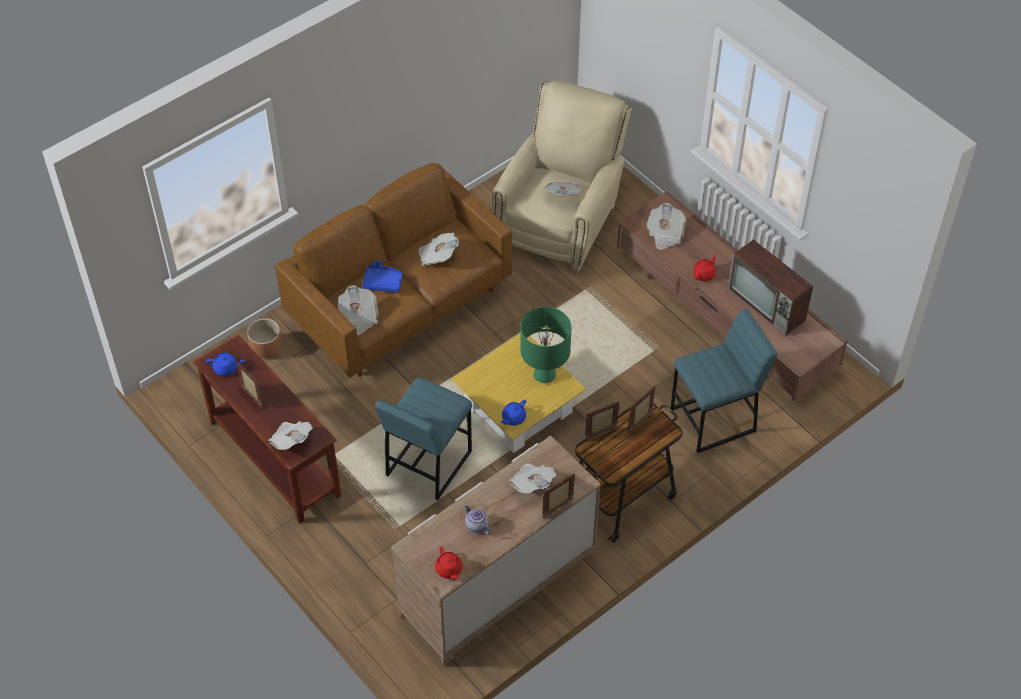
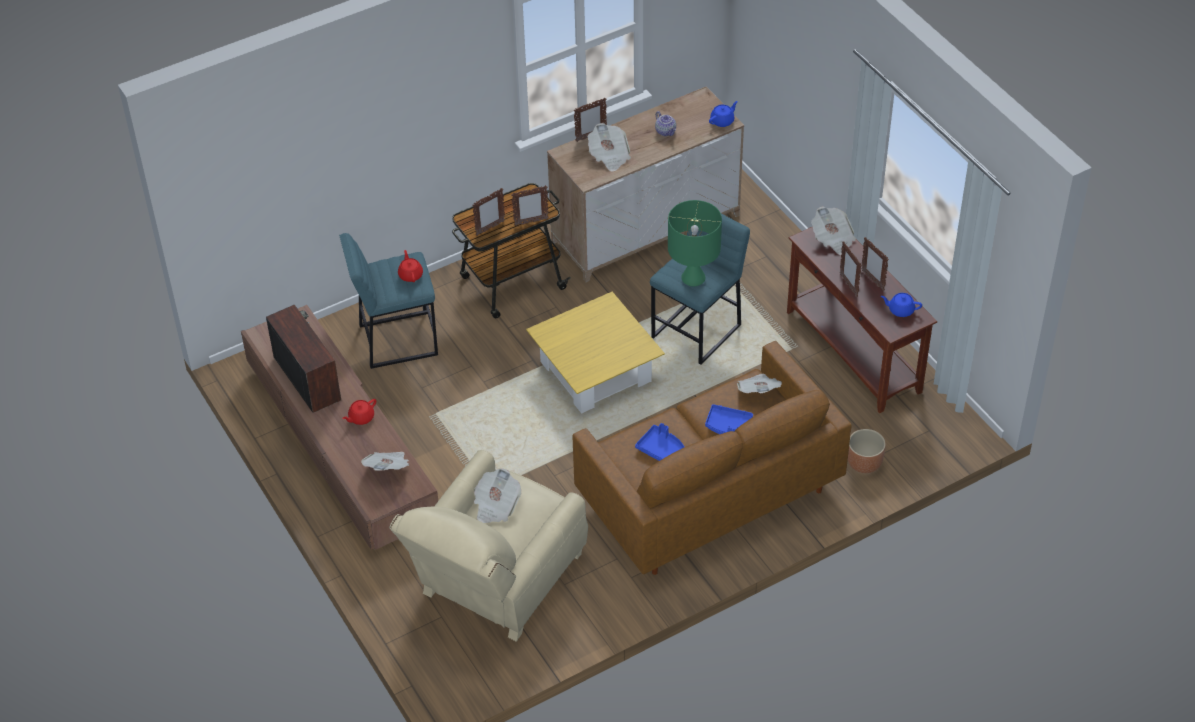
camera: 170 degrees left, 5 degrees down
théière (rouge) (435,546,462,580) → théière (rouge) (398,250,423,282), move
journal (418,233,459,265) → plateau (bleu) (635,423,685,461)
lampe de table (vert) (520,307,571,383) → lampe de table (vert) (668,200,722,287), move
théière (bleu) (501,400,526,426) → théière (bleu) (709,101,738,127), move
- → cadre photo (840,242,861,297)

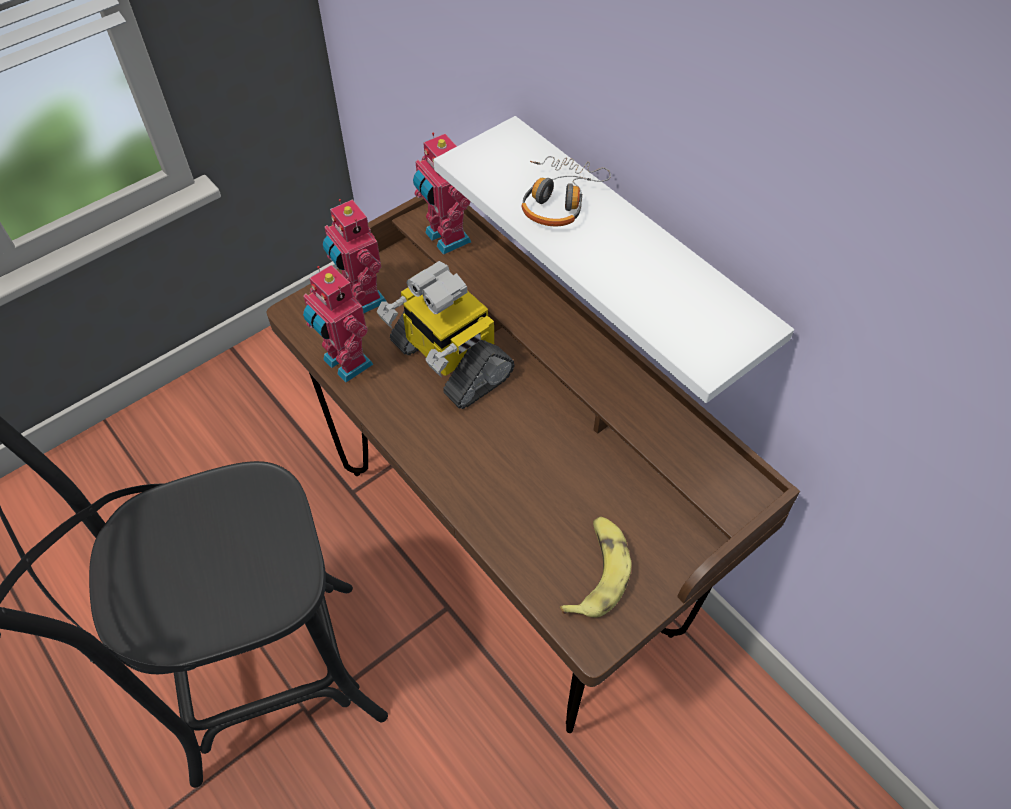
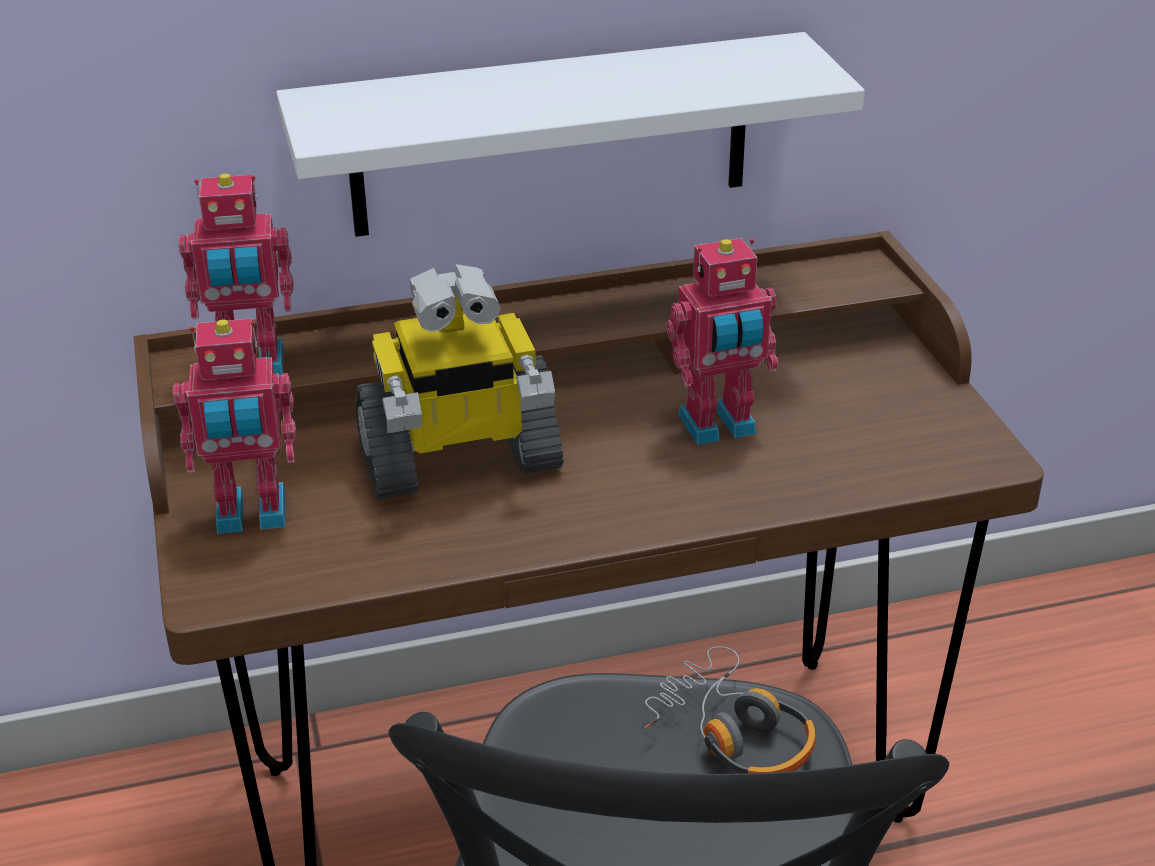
camera: 65 degrees left, 20 degrees down
casque audio (521,156,611,226) → casque audio (644,646,816,774), move
robot jouet (303,265,374,383) → robot jouet (666,238,778,445), move
banane (560,516,631,618) → -

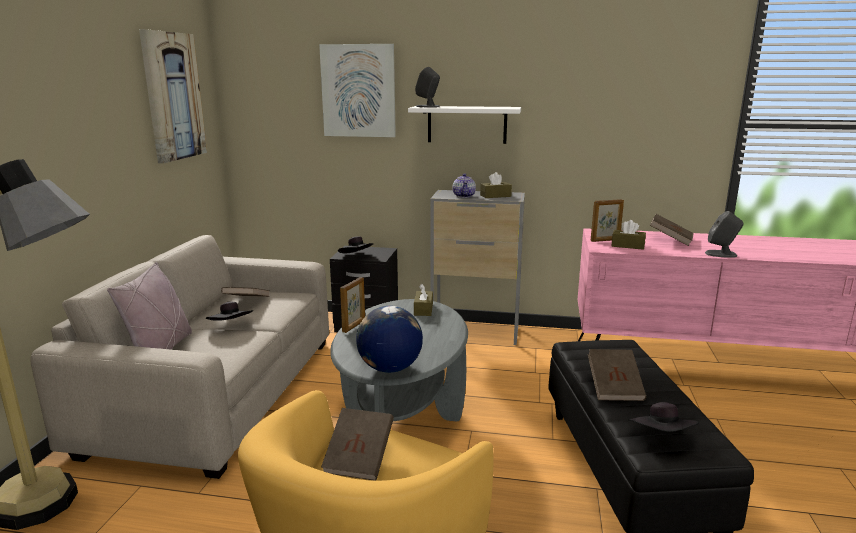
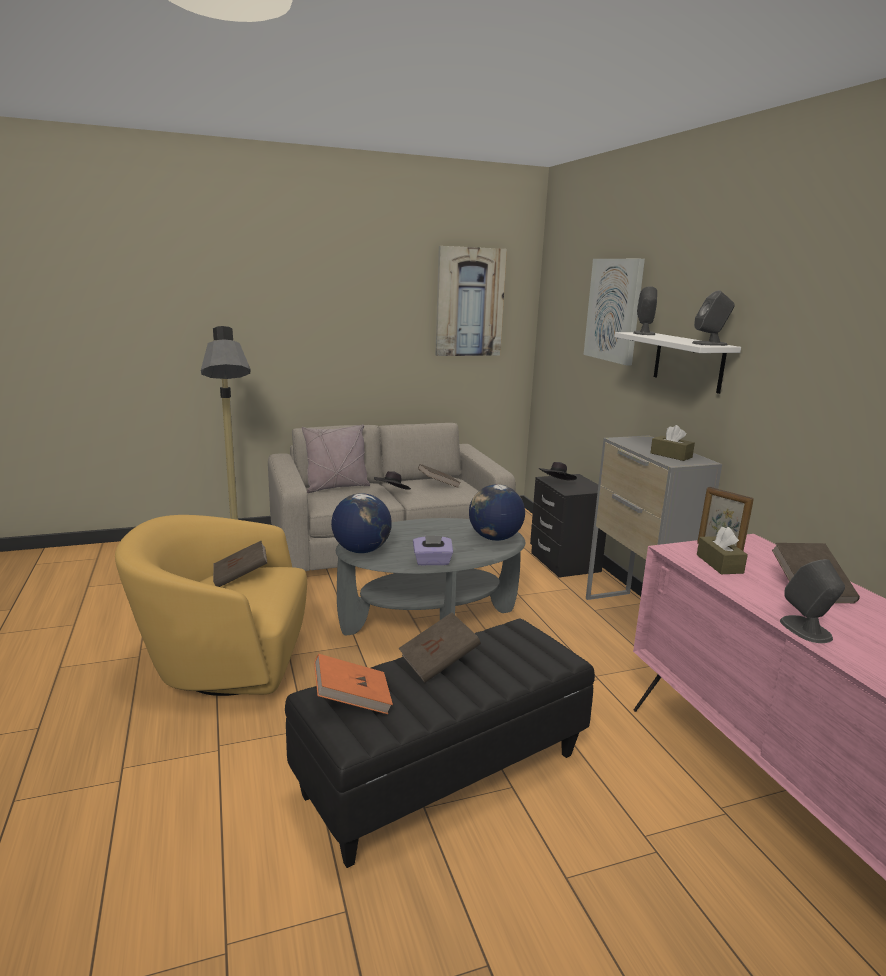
camera: 60 degrees right, 0 degrees up
chapeau (noir) (629,402,699,432) → livre (orange) (314,654,393,714)
- → boîte à mouchoirs (violet) (413,535,453,565)
boîte à mouchoirs (marron) (414,284,433,316) → globe (469,484,525,541)
- → enceinte (gris) (692,290,735,346)
cadre photo (340,277,365,333) → -
théière (452,173,476,198) → -

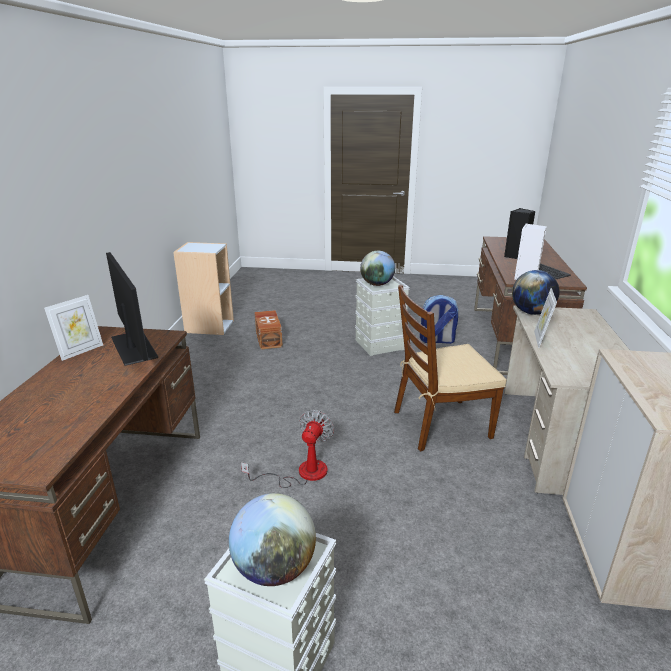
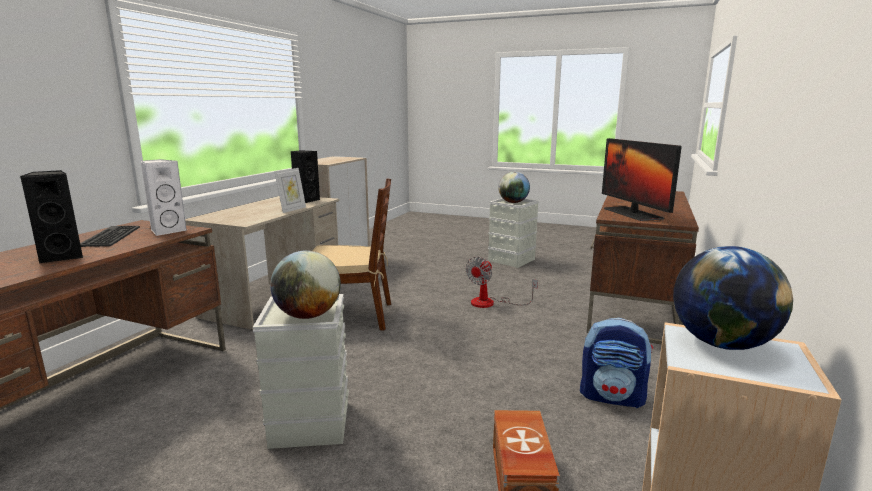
camera: 165 degrees left, 10 degrees down
- → enceinte (noir) (291,150,320,203)
sac à dos (420,295,458,344) → sac à dos (580,318,653,408), move
globe (512,270,560,315) → globe (673,246,793,350), move
cadre photo (44,295,103,361) → -

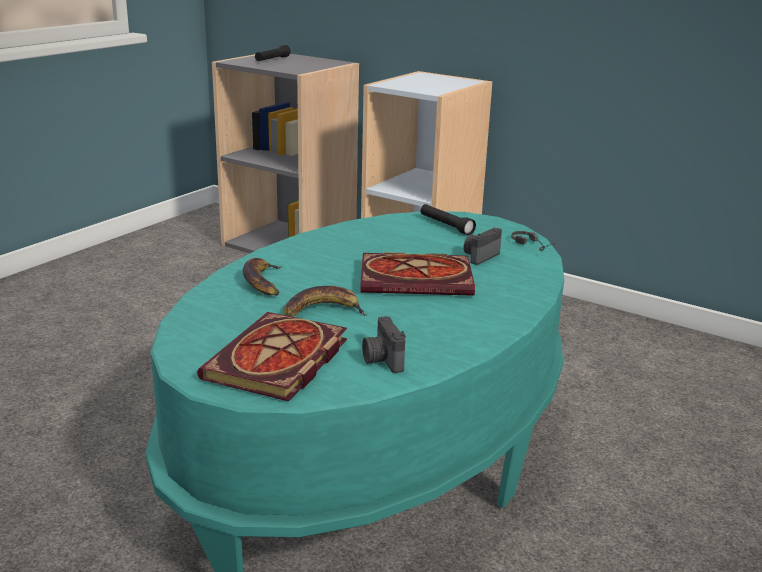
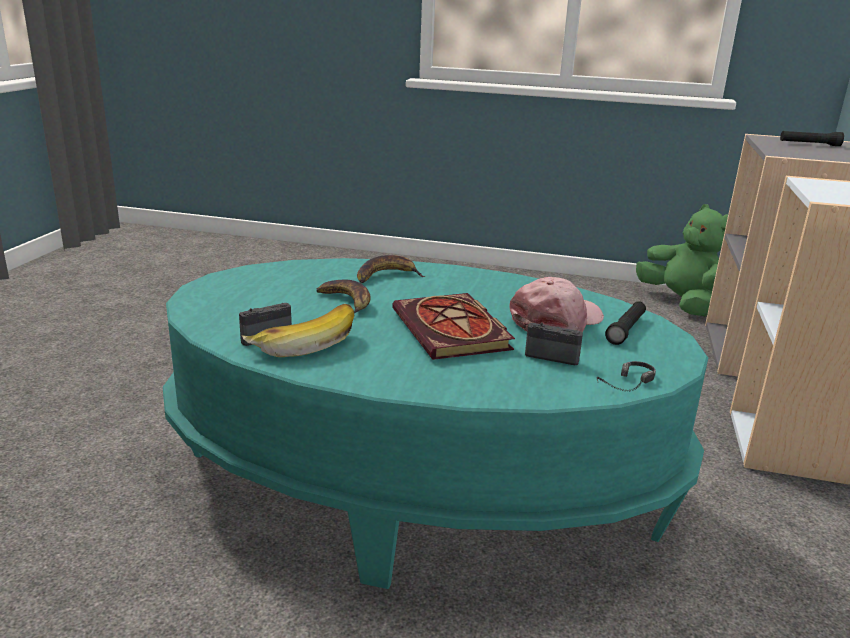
camera: 70 degrees right, 0 degrees up
- → banane (242,304,354,357)
- → casquette (rose) (509,277,604,332)
- → peluche (vert) (636,204,728,316)
livre (197,312,347,401) → -

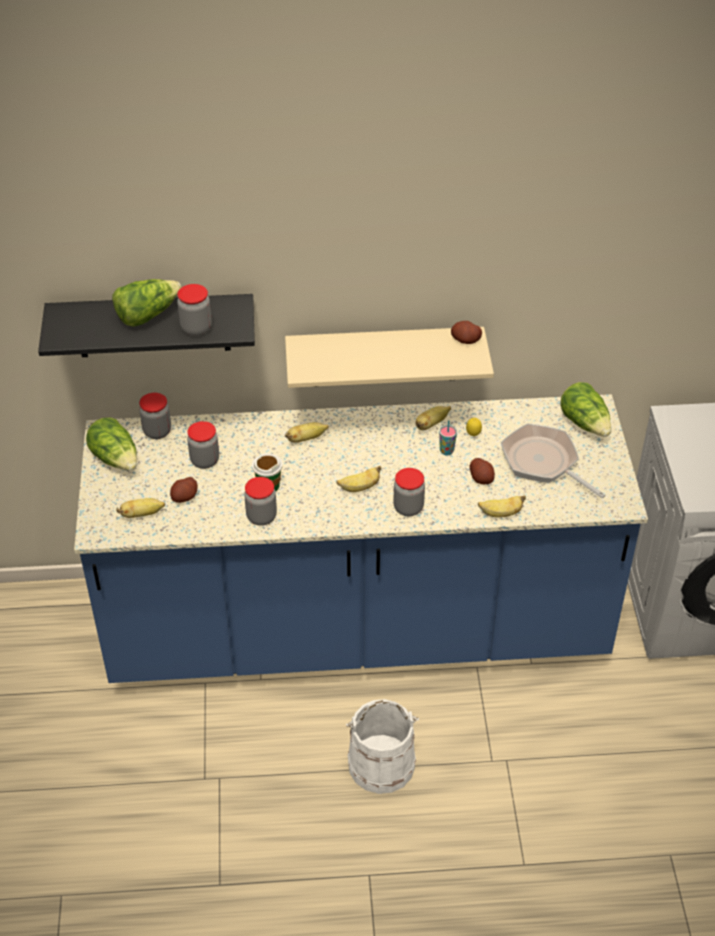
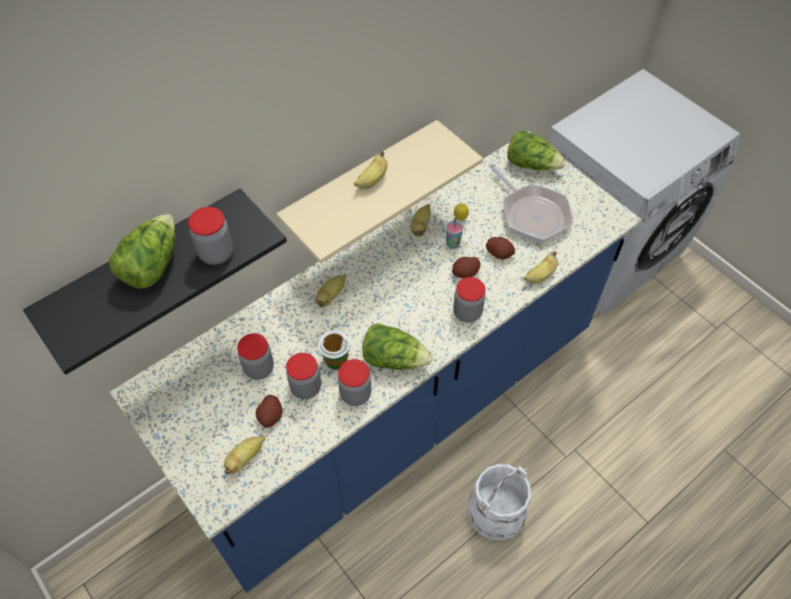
camera: 35 degrees left, 10 degrees up
bocal (139,393,171,439) → bocal (286,353,321,399), move
banane (336,466,381,492) → banane (354,151,387,189), move
laitue (86,418,137,471) → laitue (362,323,433,370), move
pomme de terre (451,321,482,344) → pomme de terre (452,257,480,278), move
poêle (501,423,605,498) → poêle (489,164,573,243), 135 degrees counterclockwise

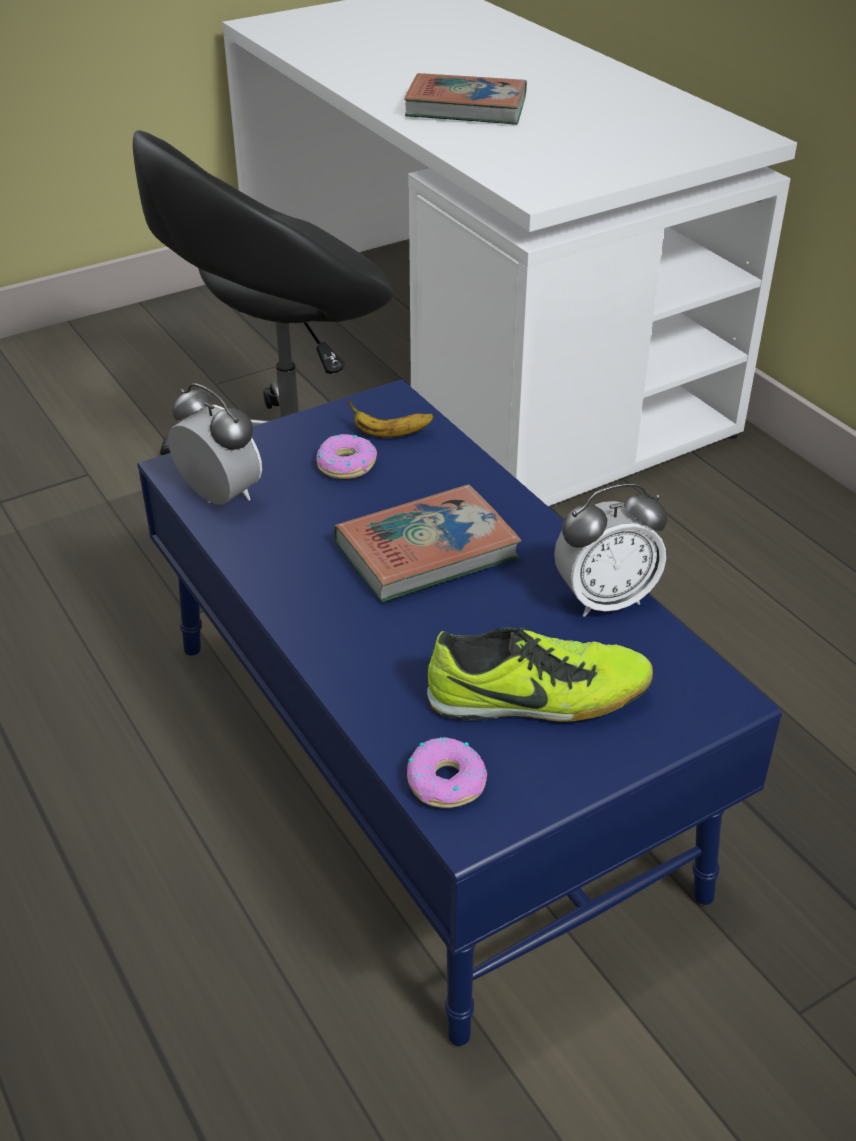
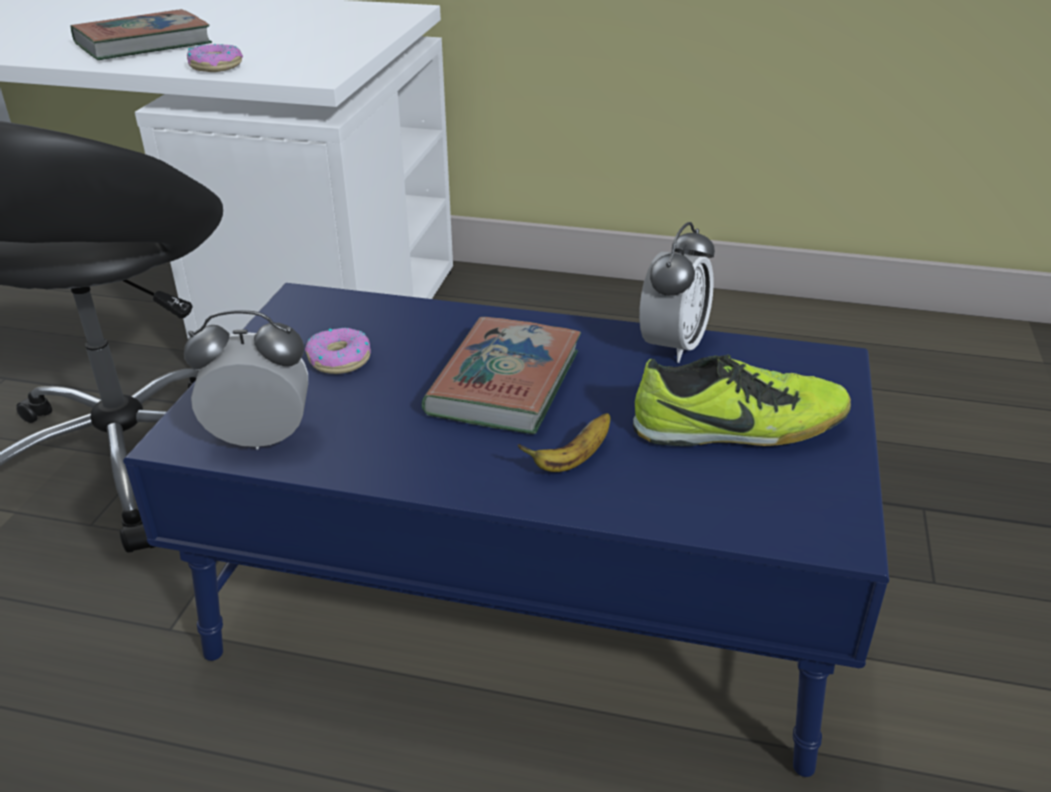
camera: 45 degrees left, 5 degrees down
beignet (407,737,487,808) → beignet (187,44,243,72), move
banane (347,400,434,438) → banane (518,413,610,472), move
chaussure (427,627,653,722) → chaussure (633,354,851,446), 45 degrees clockwise

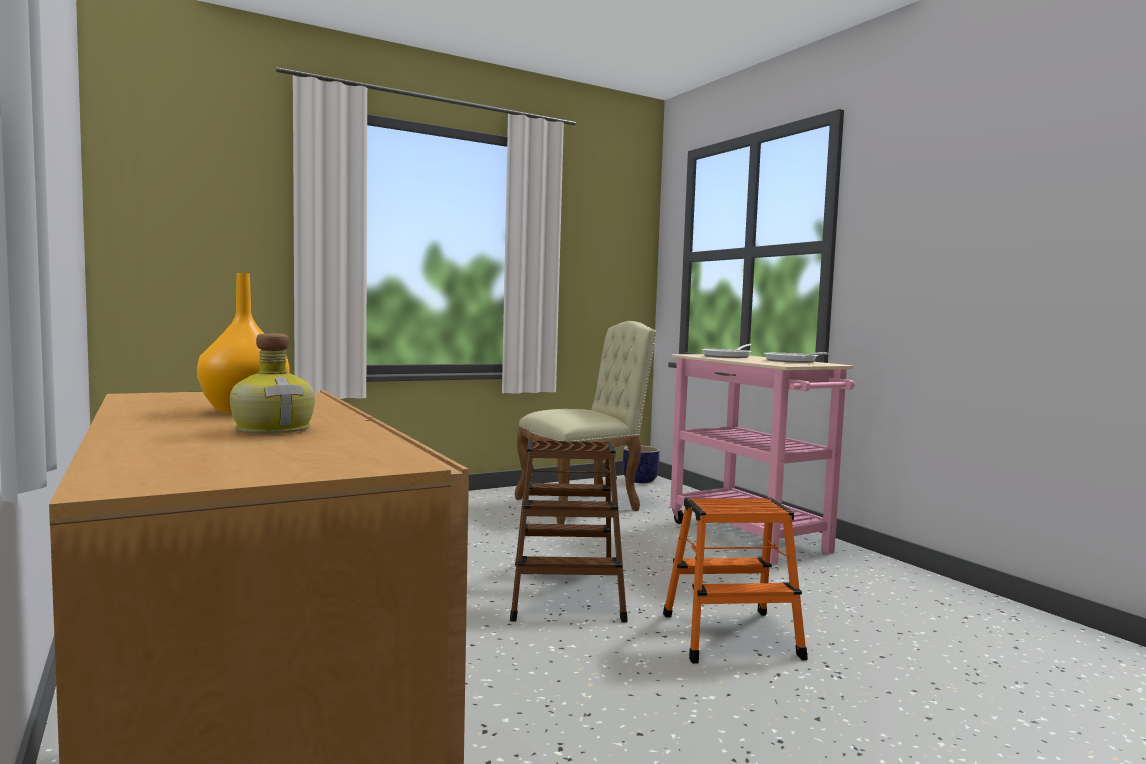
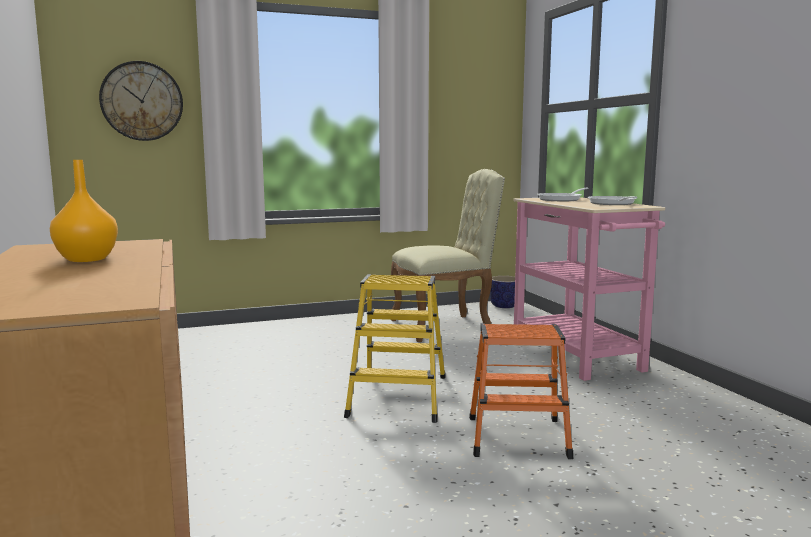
camera: 10 degrees right, 5 degrees up
- → horloge murale (99,61,183,141)
escabeau (marron) (510,440,628,623) → escabeau (jaune) (344,274,446,423)
bouteille (230,334,315,434) → -

